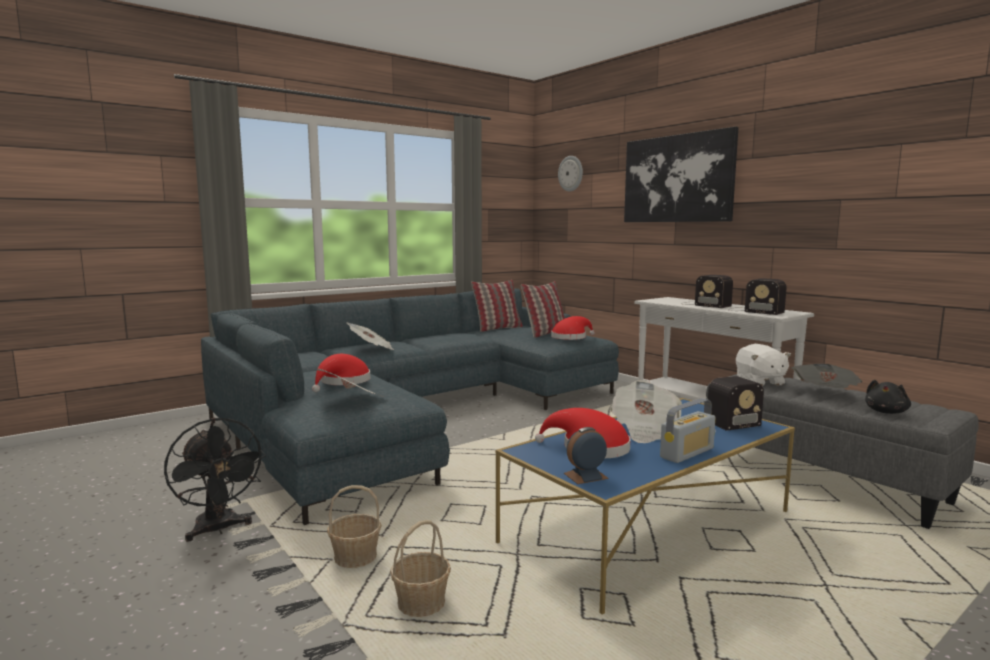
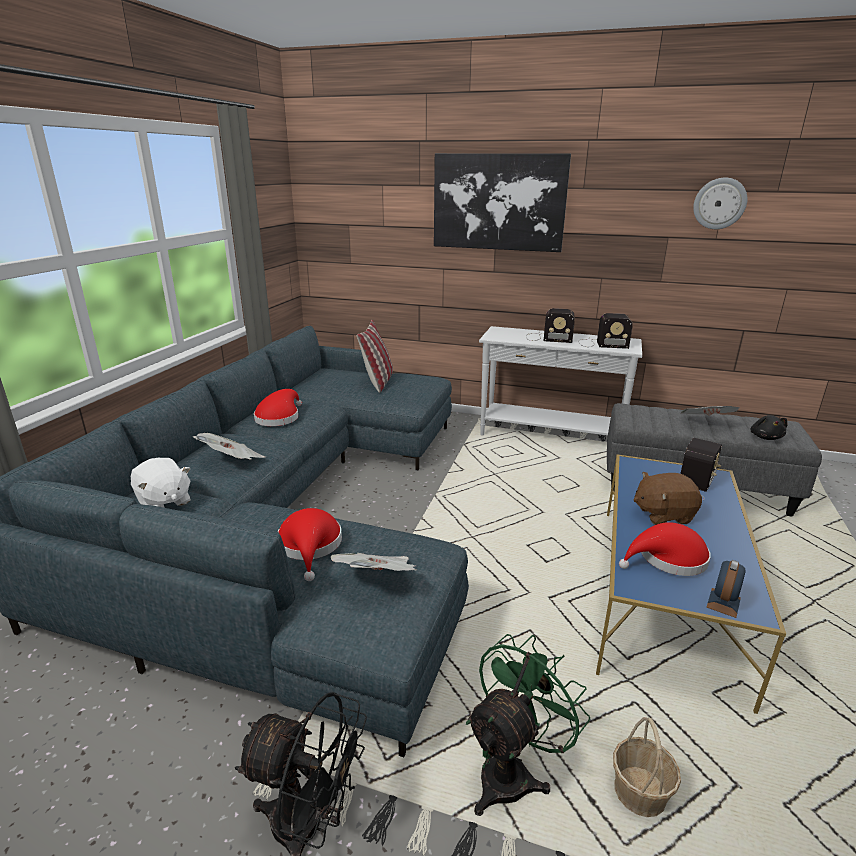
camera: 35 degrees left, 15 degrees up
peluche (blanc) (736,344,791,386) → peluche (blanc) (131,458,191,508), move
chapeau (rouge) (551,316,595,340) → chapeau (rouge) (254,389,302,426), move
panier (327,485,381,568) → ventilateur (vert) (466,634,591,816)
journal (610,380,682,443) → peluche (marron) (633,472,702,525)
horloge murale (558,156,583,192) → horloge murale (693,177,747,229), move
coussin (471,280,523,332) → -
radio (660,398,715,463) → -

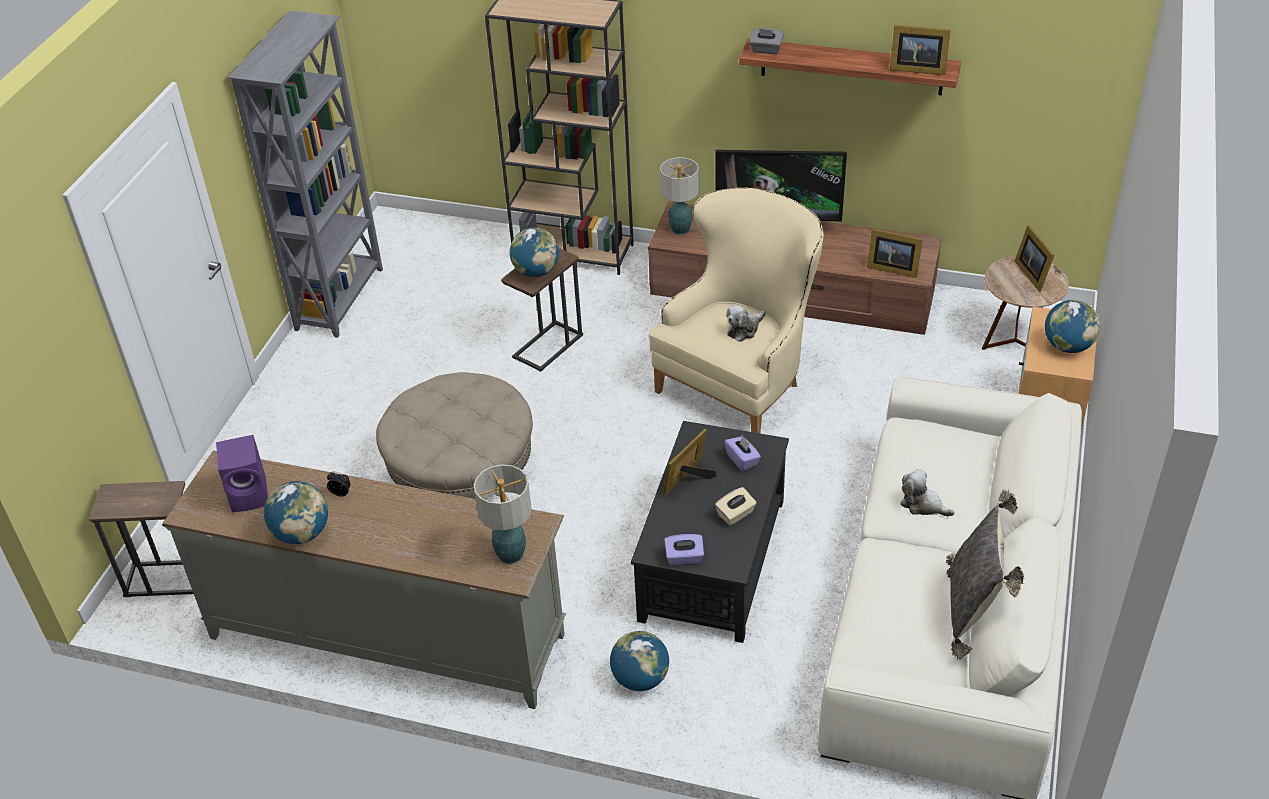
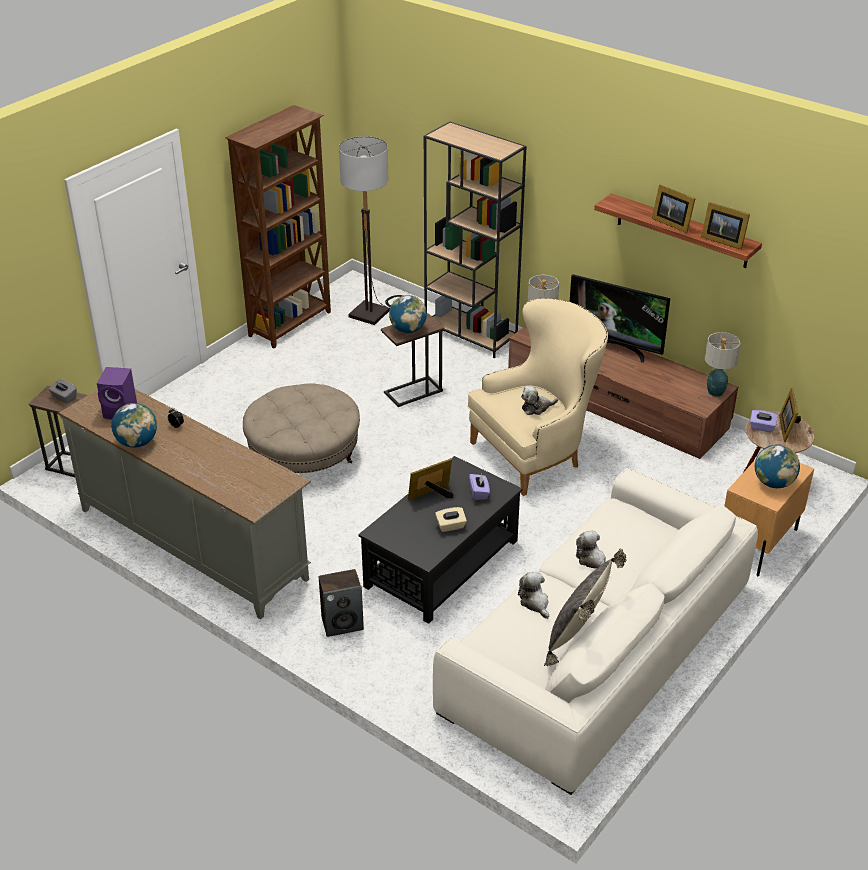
camera: 20 degrees right, 5 degrees down
boîte à mouchoirs (gris) (749,28,784,54) → boîte à mouchoirs (gris) (48,379,77,404), move
bibliothèque (gris) (228,11,383,338) → bibliothèque (marron) (225,105,331,348)
globe (610,631,669,691) → enceinte (319,569,364,637)
- → lampadaire (339,136,403,325)
- → peluche (518,572,549,619)
cadre photo (867,228,923,278) → cadre photo (652,184,696,233), move
lampe de table (473,465,532,564) → lampe de table (705,332,741,397), move
boîte à mouchoirs (violet) (664,534,704,565) → boîte à mouchoirs (violet) (750,410,778,432), move

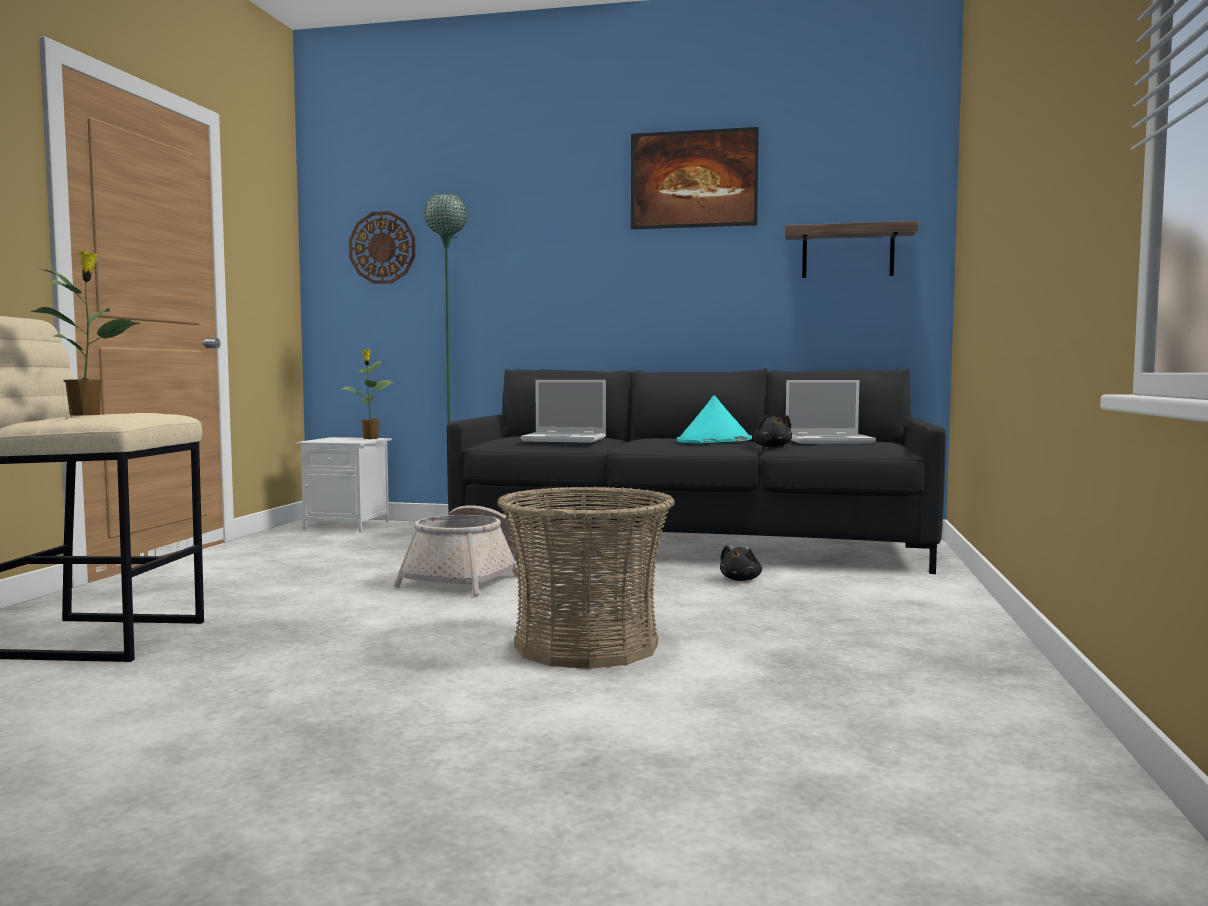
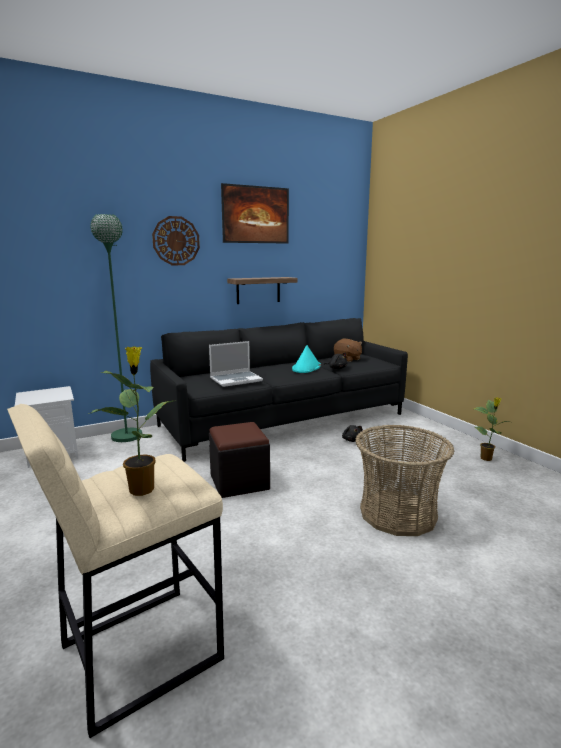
camera: 40 degrees left, 10 degrees up
horloge murale (349,211,416,284) → horloge murale (152,216,200,265), move
panier (393,505,525,596) → pouf (noir) (209,422,270,498)
étagère (785,221,919,278) → étagère (227,277,298,304), move
ordinateur portable (786,380,876,444) → peluche (marron) (334,339,362,362)
plante en pot (341,349,394,439) → plante en pot (474,397,509,461), move

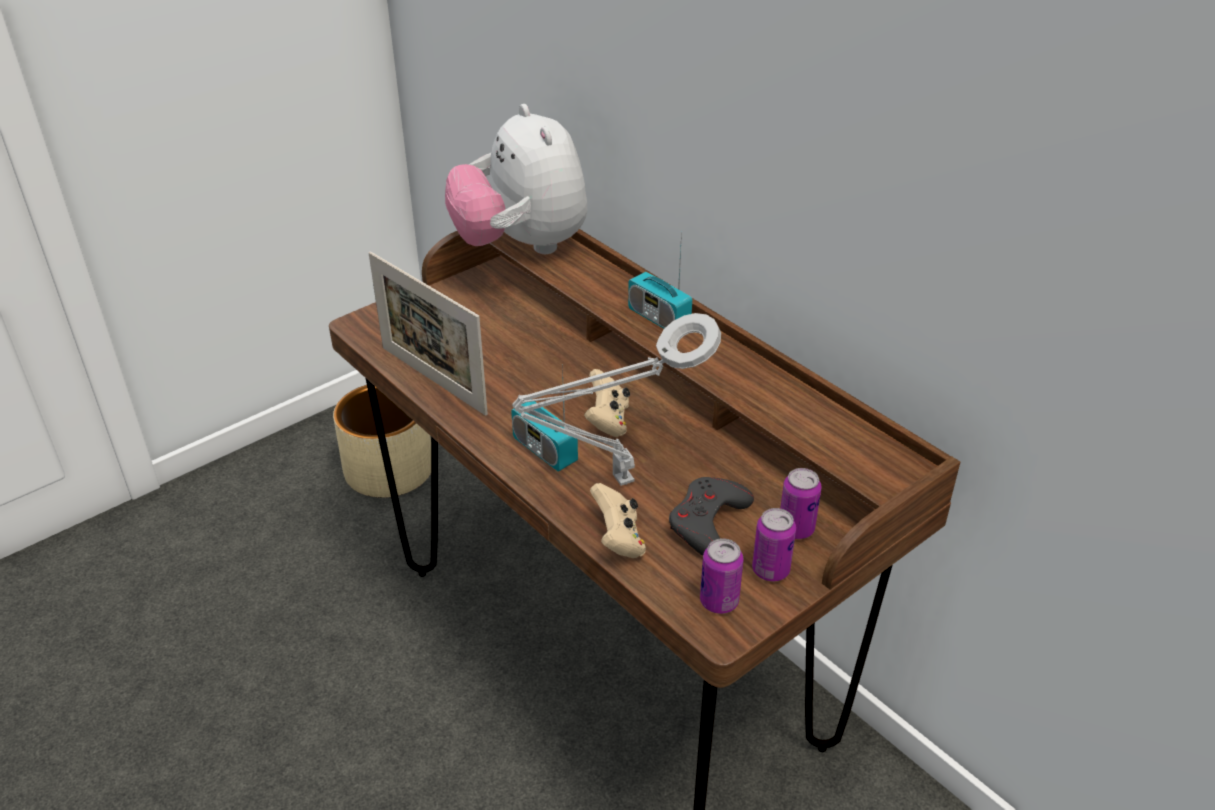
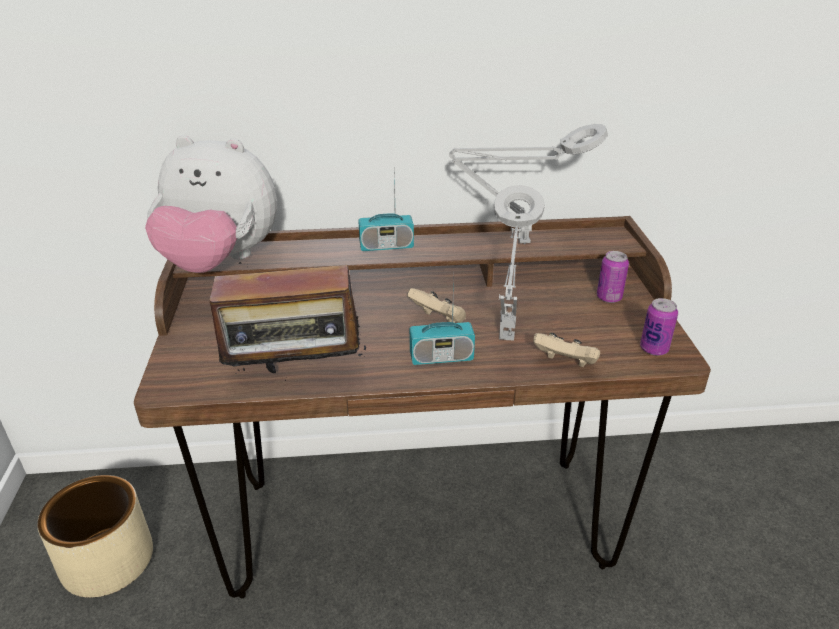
camera: 55 degrees left, 5 degrees down
cadre photo (369,251,488,416) → radio (204,247,367,381)
- → lampe de table (gris) (449,124,608,244)
manette (gris) (669,477,754,556) → -
boîte métallique (752,508,796,582) → -

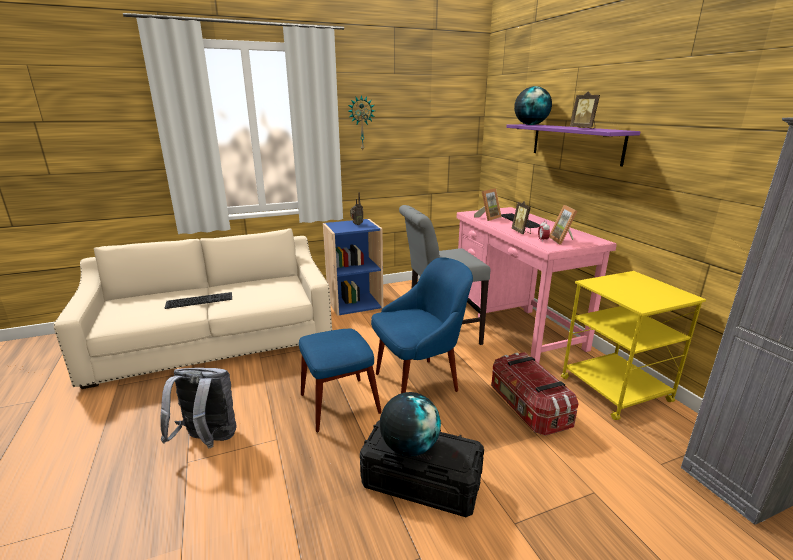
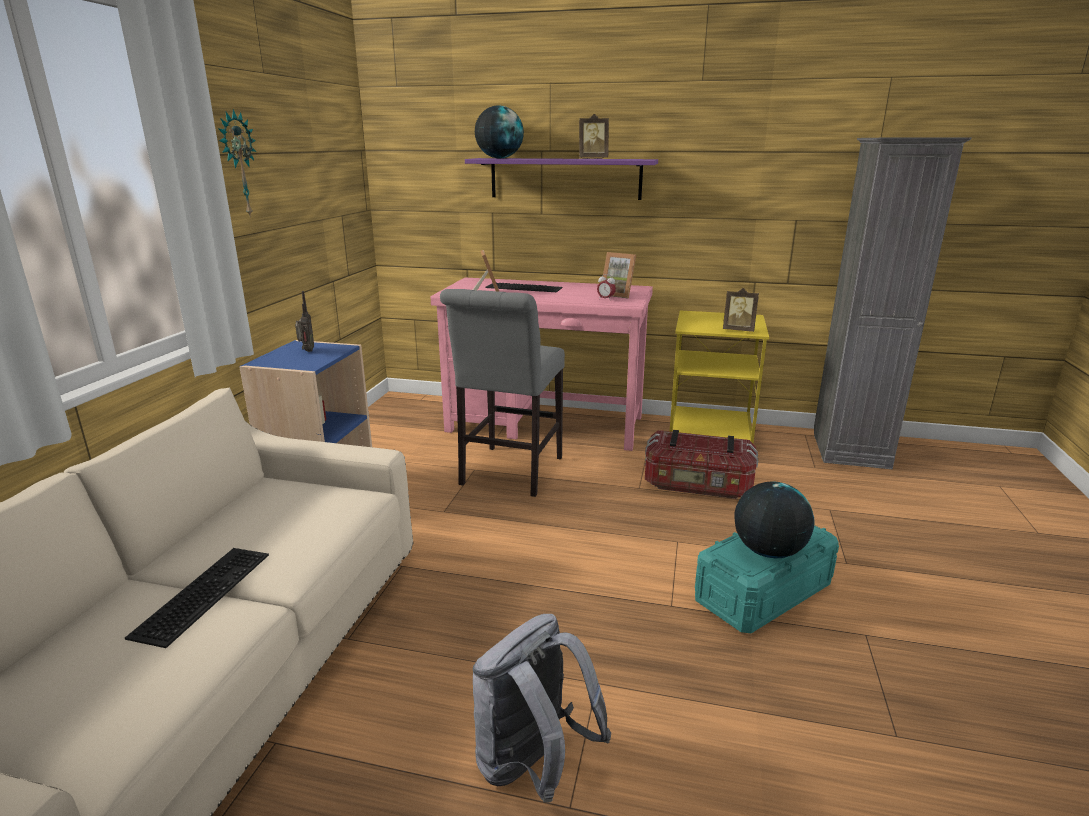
camera: 55 degrees left, 0 degrees up
boîte de rangement (noir) (360,420,484,517) → boîte de rangement (turquoise) (695,525,839,633)
cadre photo (511,201,531,234) → cadre photo (723,288,759,332), move
fauteuil (bleu) (299,257,473,433) → -

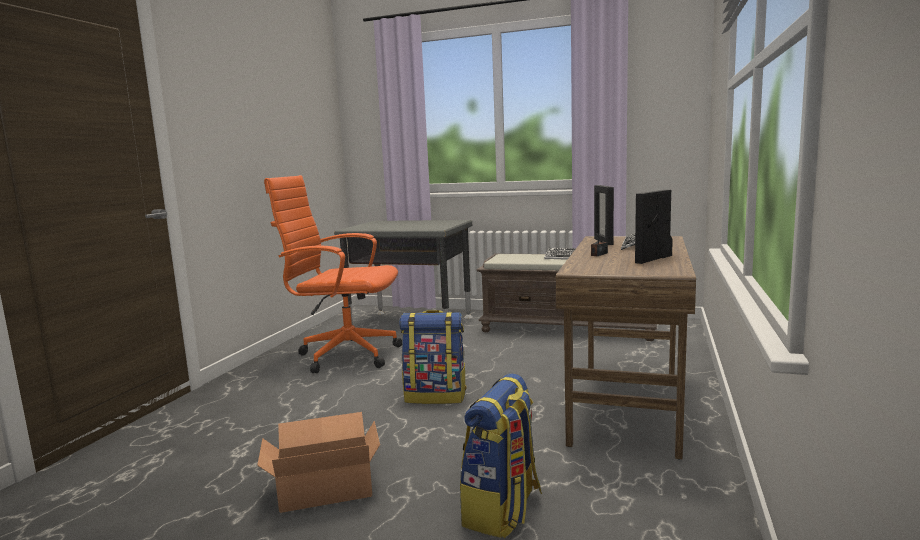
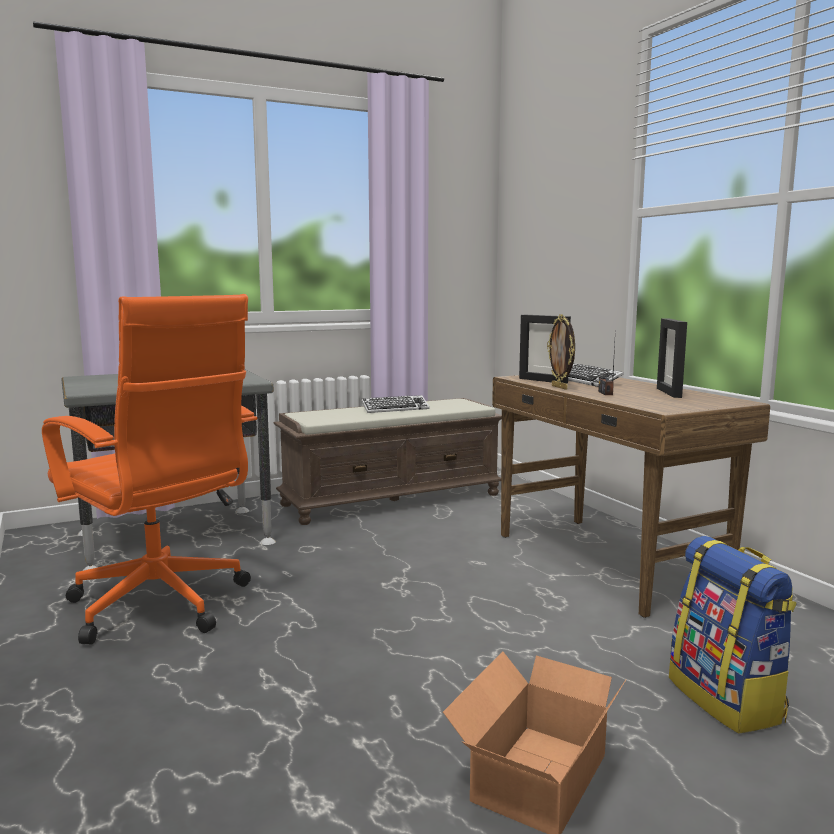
camera: 45 degrees left, 0 degrees up
chaise de bureau (orange) (264,175,402,373) → chaise de bureau (orange) (42,294,257,644), 105 degrees counterclockwise
- → cadre photo (547,314,575,390)
sac à dos (399,310,467,404) → -

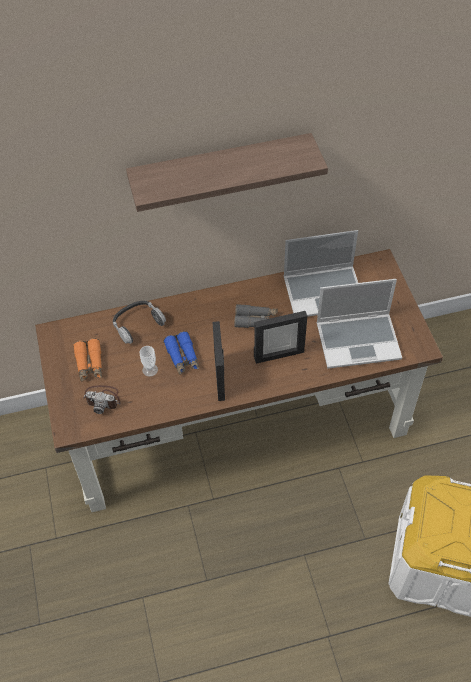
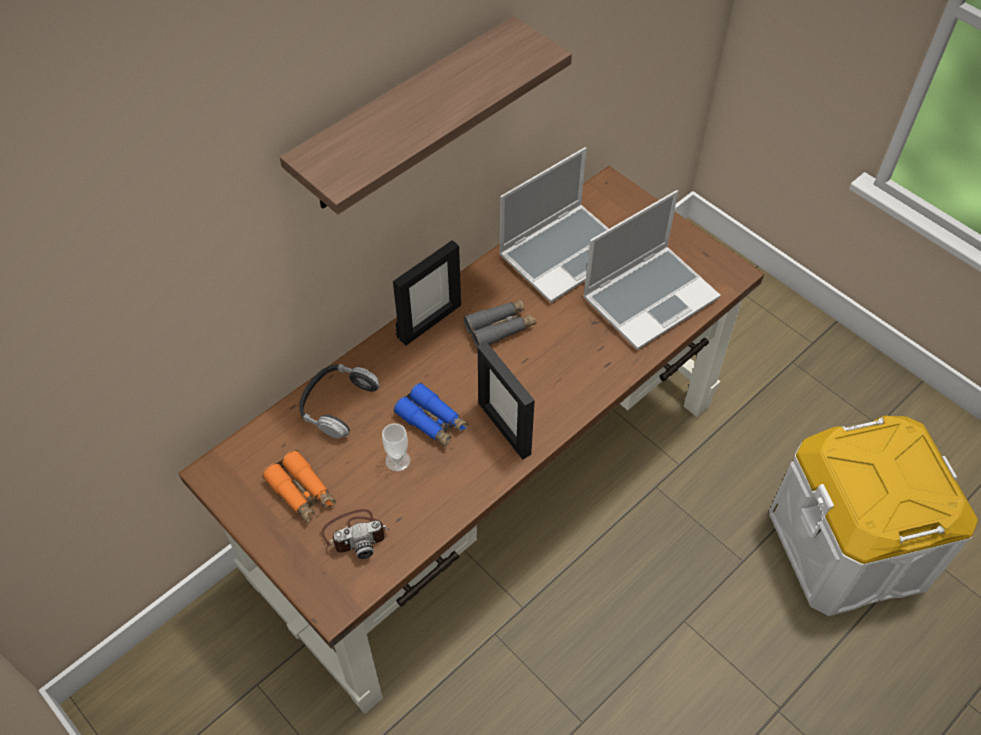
camera: 30 degrees left, 0 degrees up
cadre photo (254,311,307,364) → cadre photo (393,240,461,345), move

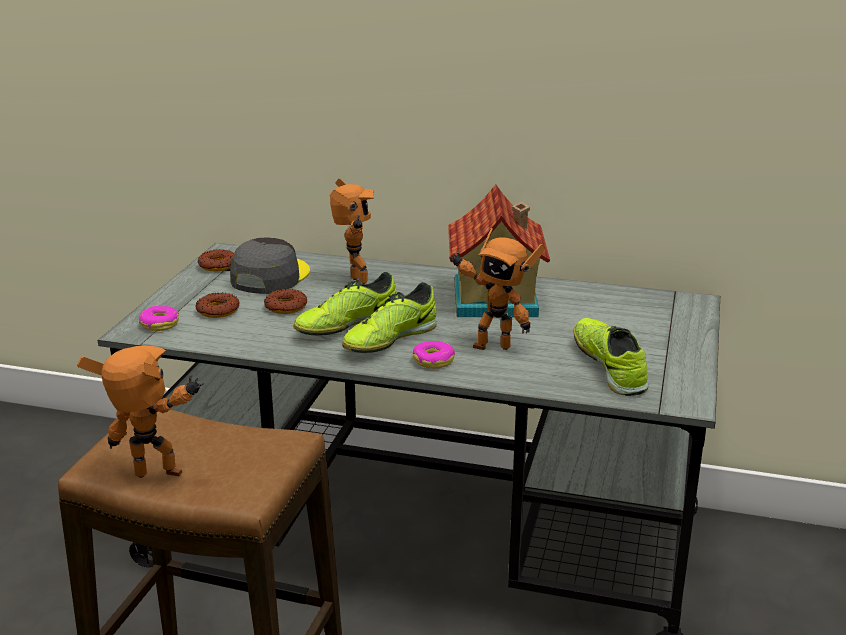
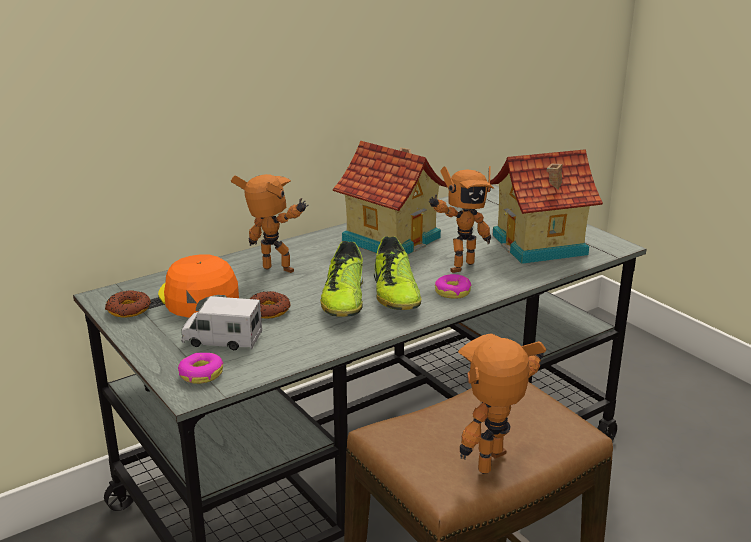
camera: 50 degrees left, 0 degrees up
casquette (gris) (230,237,310,294) → casquette (orange) (158,254,239,318)
beignet (196,292,239,318) → camion jouet (181,296,262,350)
chaussure (574,318,648,396) → maison miniature (490,149,603,264)

